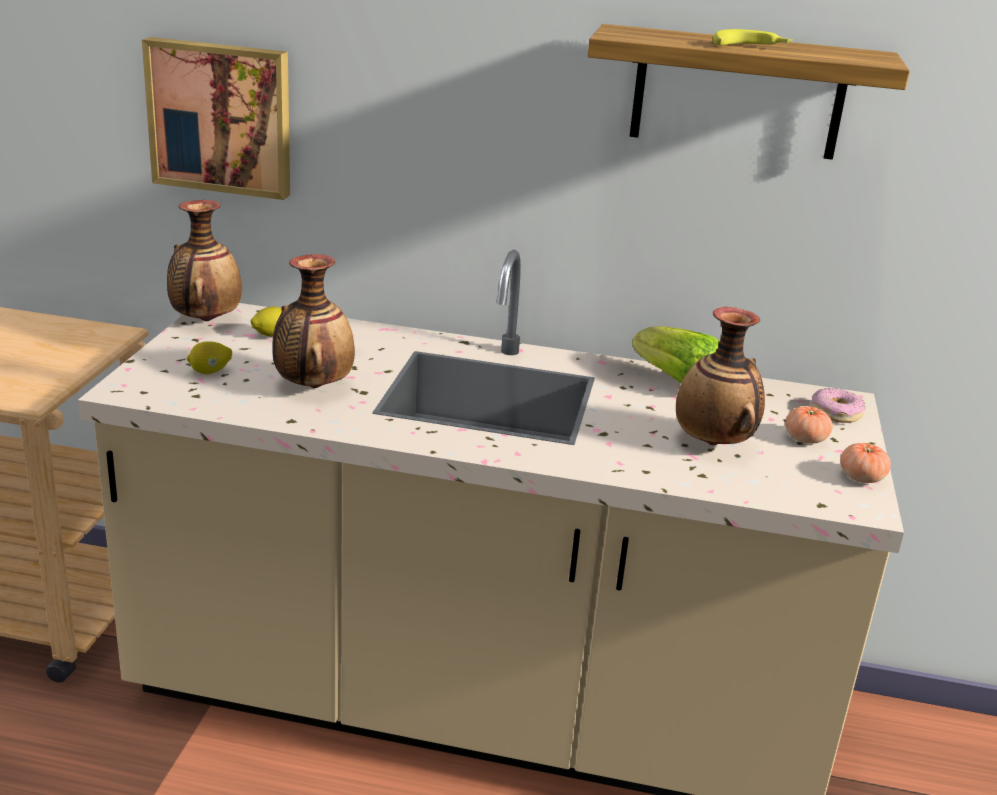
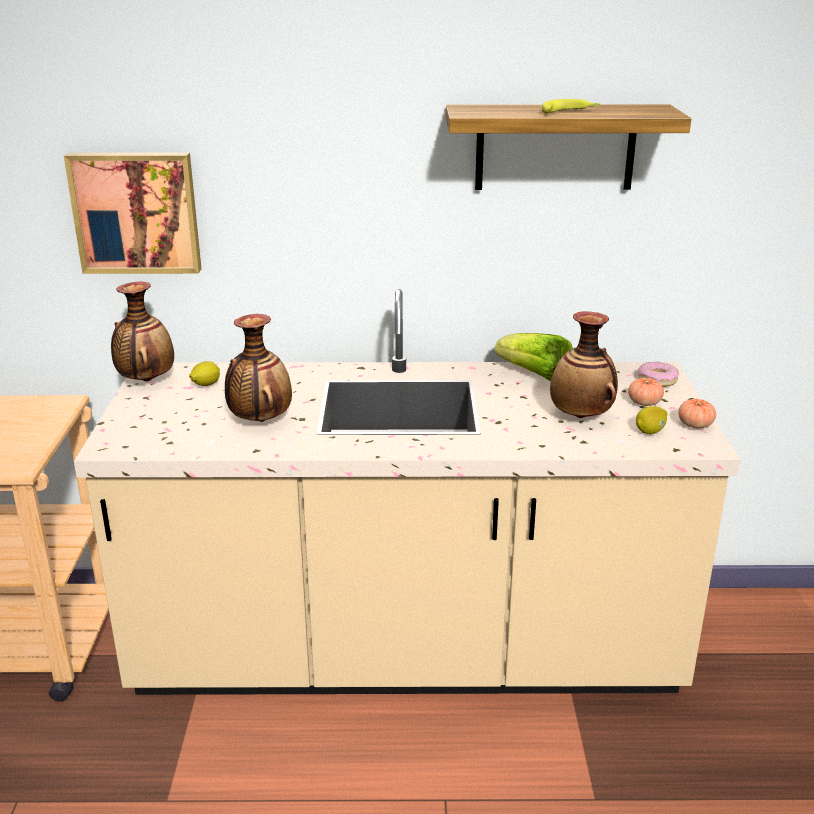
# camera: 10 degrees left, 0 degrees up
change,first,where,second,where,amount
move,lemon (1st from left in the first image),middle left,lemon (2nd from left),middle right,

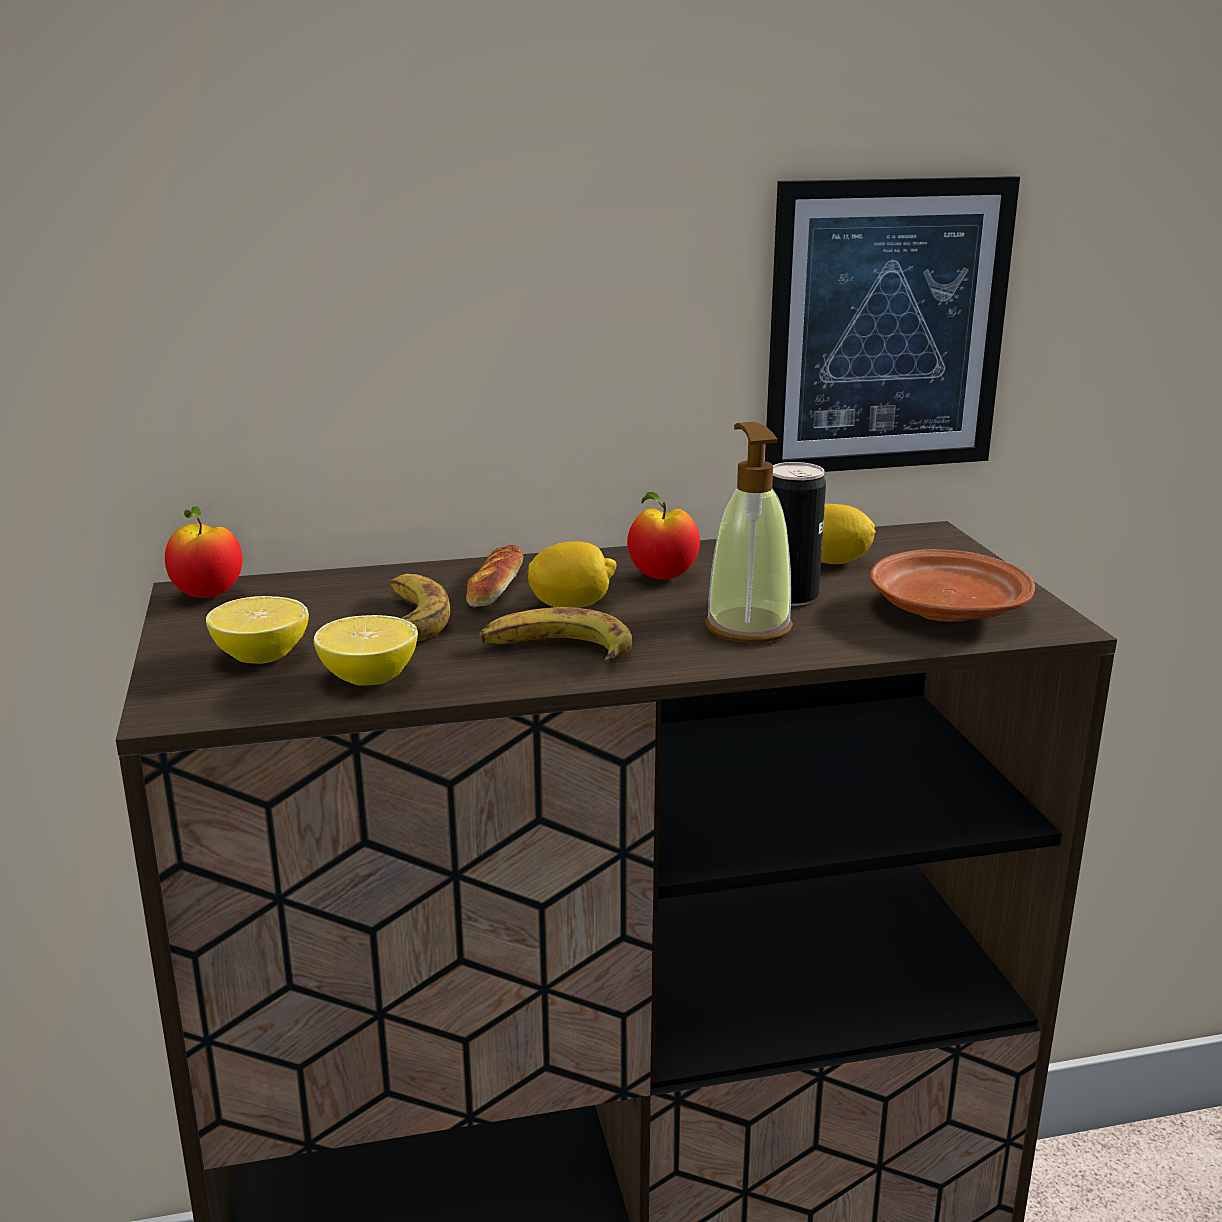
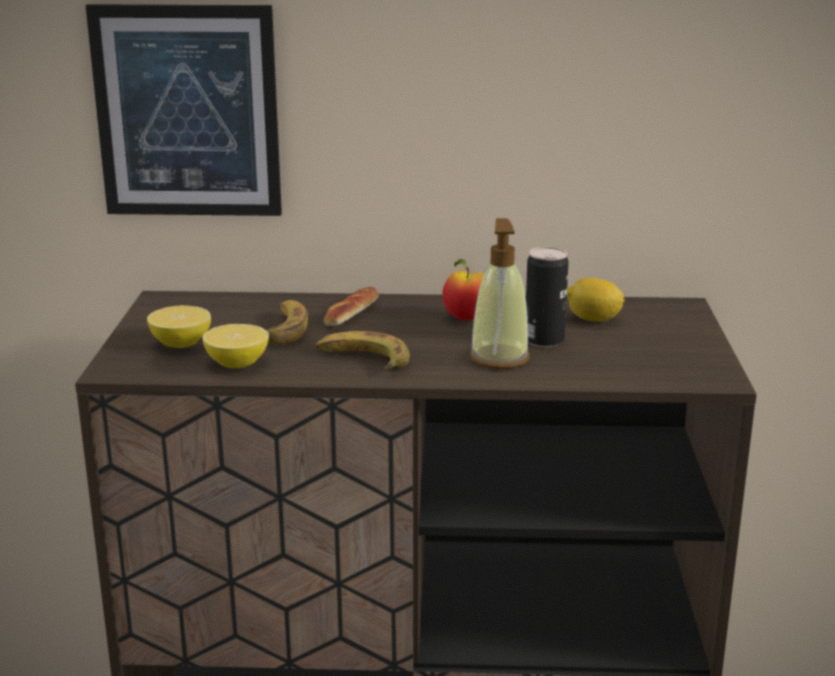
# camera: 15 degrees right, 0 degrees up
change,first,where,second,where,amount
delete,apple (1st from left),middle left,,,
delete,lemon (3rd from left),centre,,,
delete,brown plate,middle right,,,
move,picture,top right,,top left,

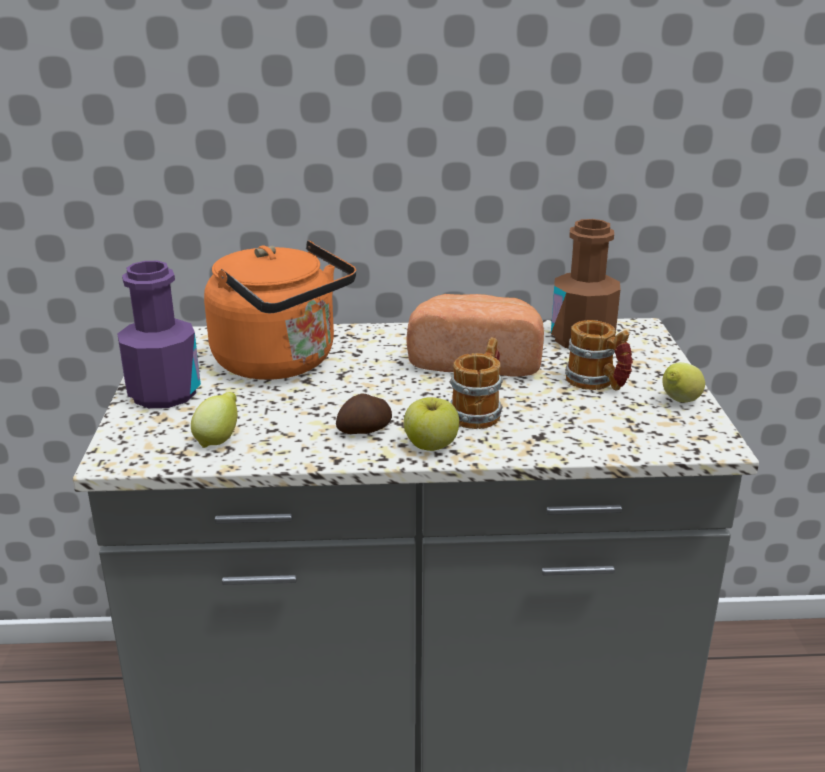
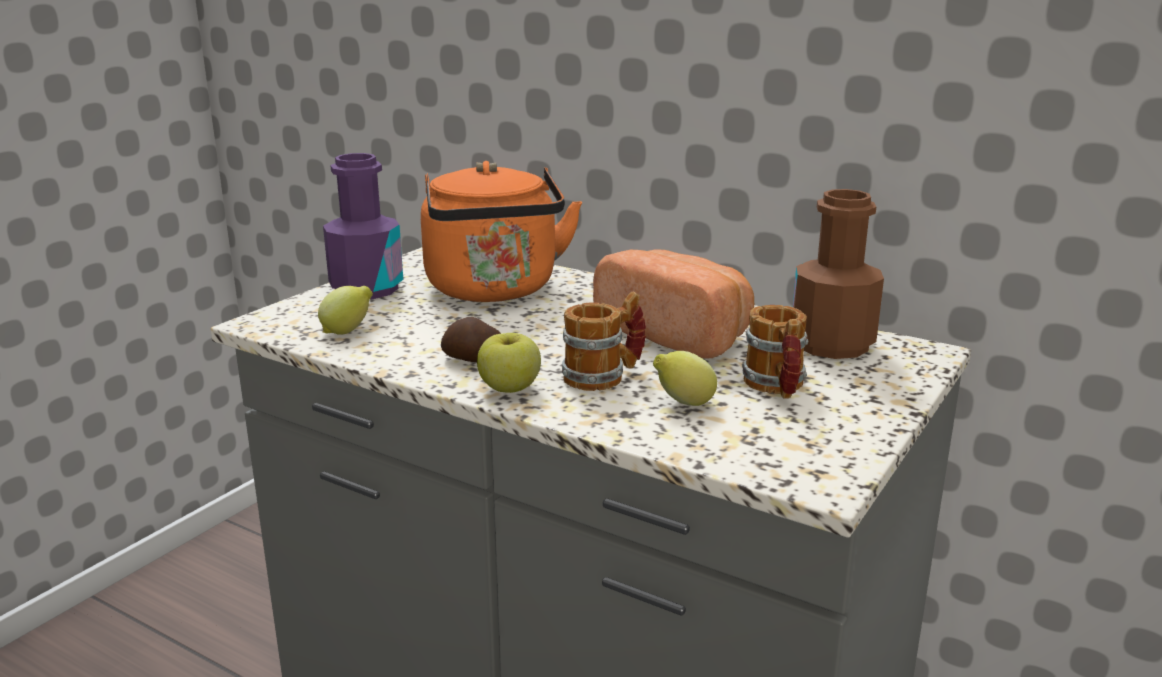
# camera: 35 degrees right, 5 degrees down
change,first,where,second,where,amount
move,lemon (2nd from left),middle right,,centre,

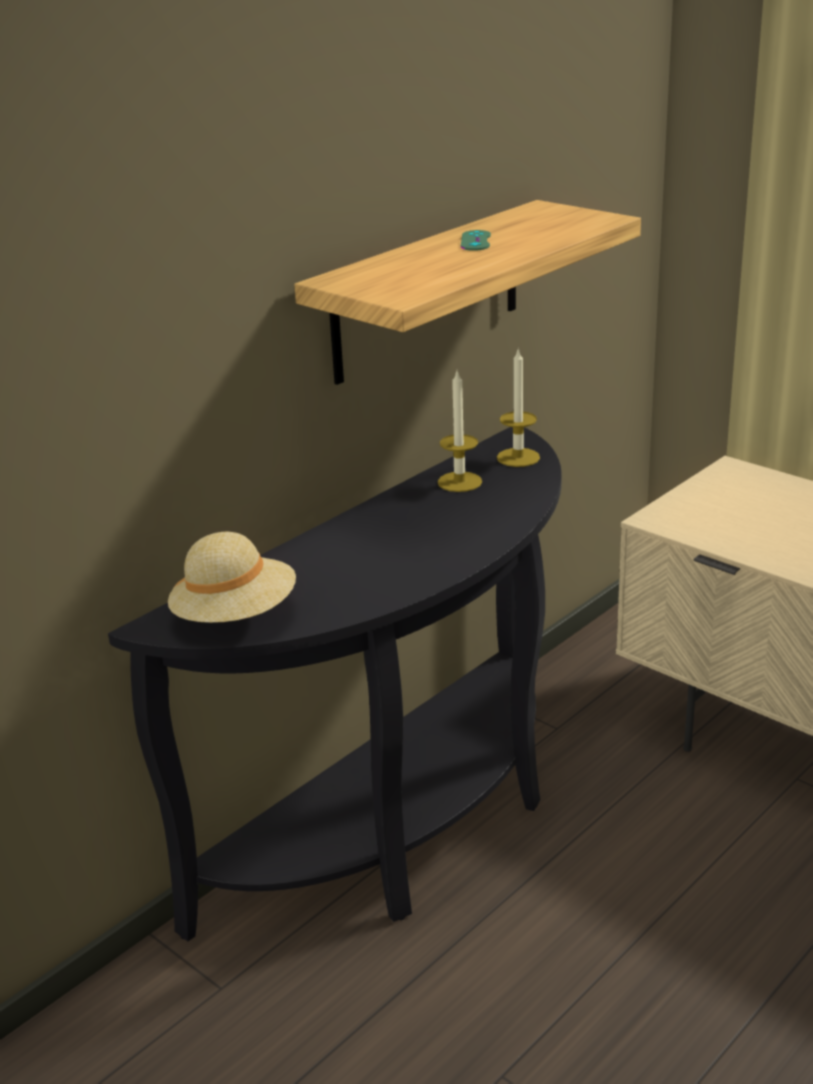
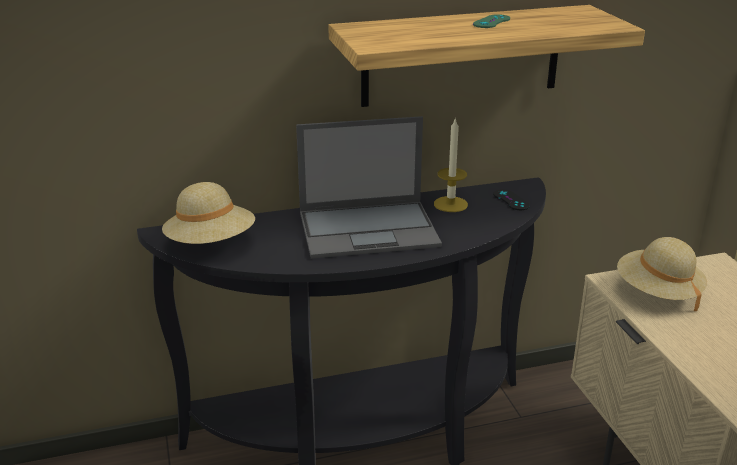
# camera: 30 degrees right, 0 degrees up
change,first,where,second,where,amount
insert,,,laptop,centre,
insert,,,beige hat (2nd from left),middle right,
replace,candle (2nd from left),centre,black game controller,middle right,

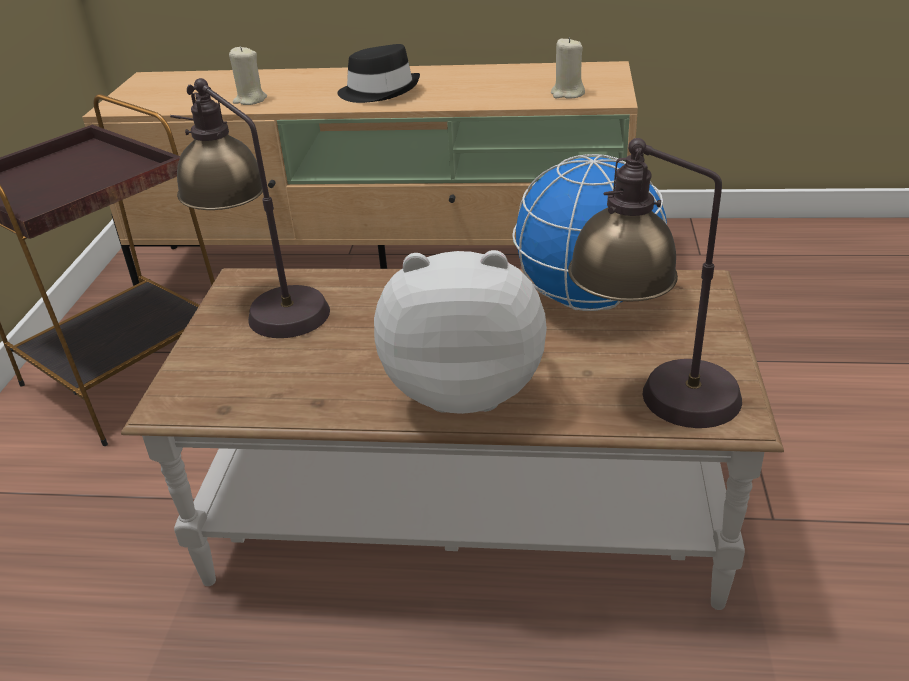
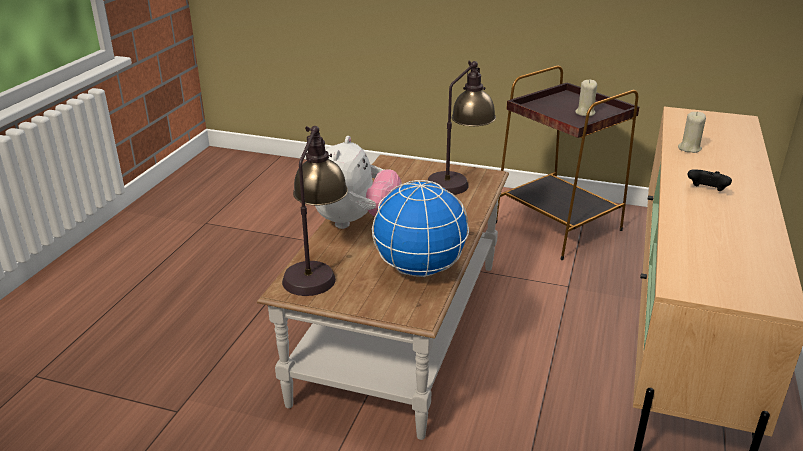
# camera: 100 degrees right, 5 degrees down
change,first,where,second,where,amount
move,beige candle (2nd from left in the first image),top centre,beige candle (1st from left),top right,
replace,black hat,top centre,black game controller,middle right,

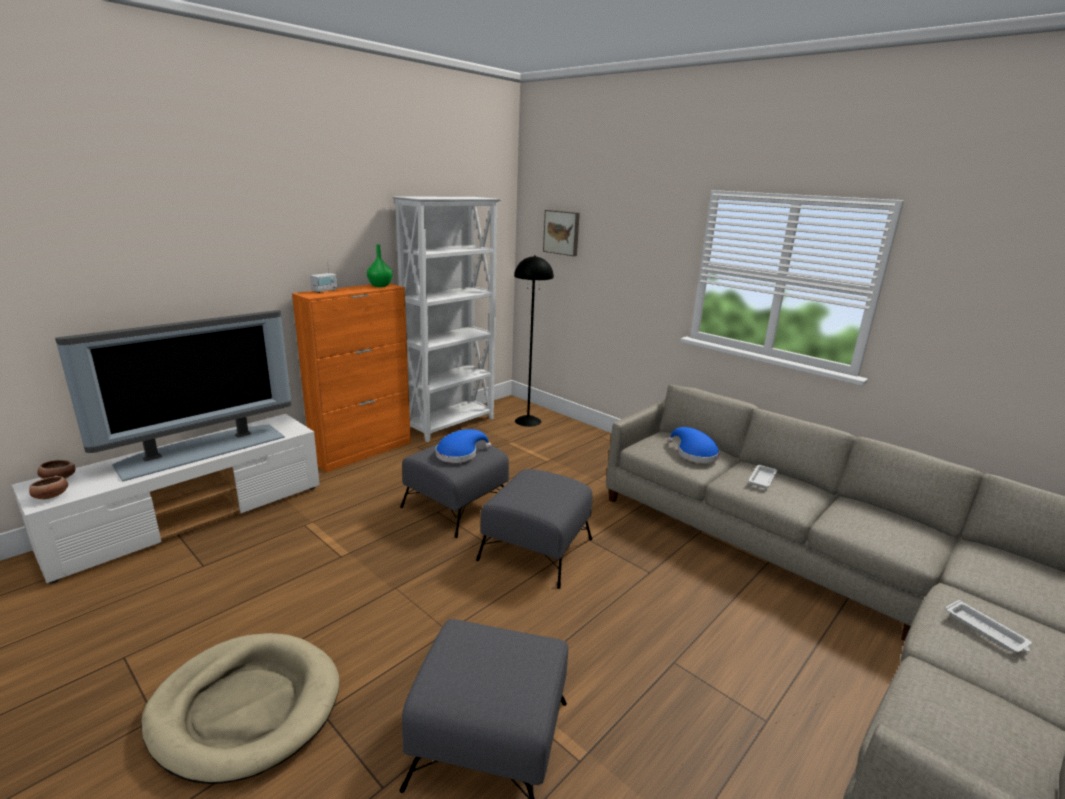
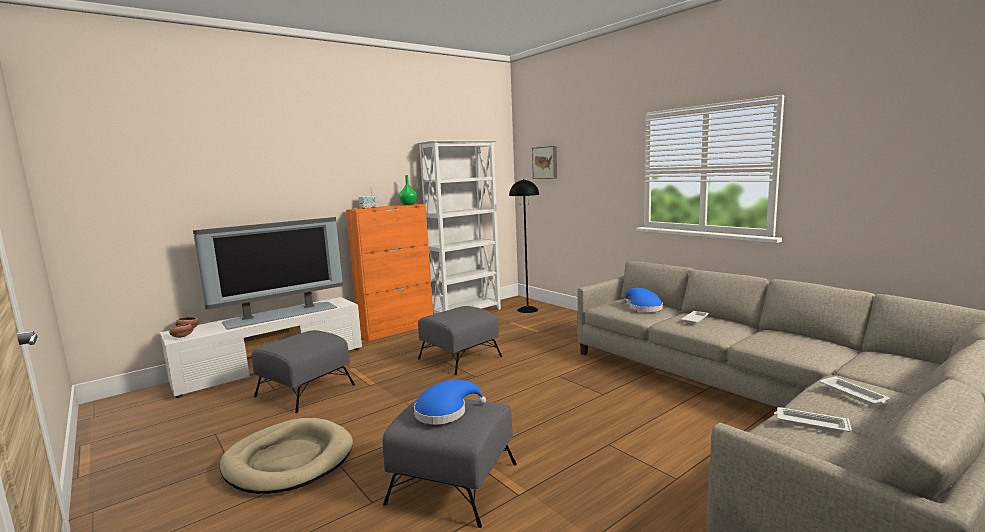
# camera: 10 degrees right, 10 degrees down
change,first,where,second,where,amount
insert,,,white tray (2nd from left),bottom right,
move,blue hat (1st from left),centre,,bottom centre,
move,grey ottoman (3rd from left in the first image),centre,grey ottoman (1st from left),bottom left,

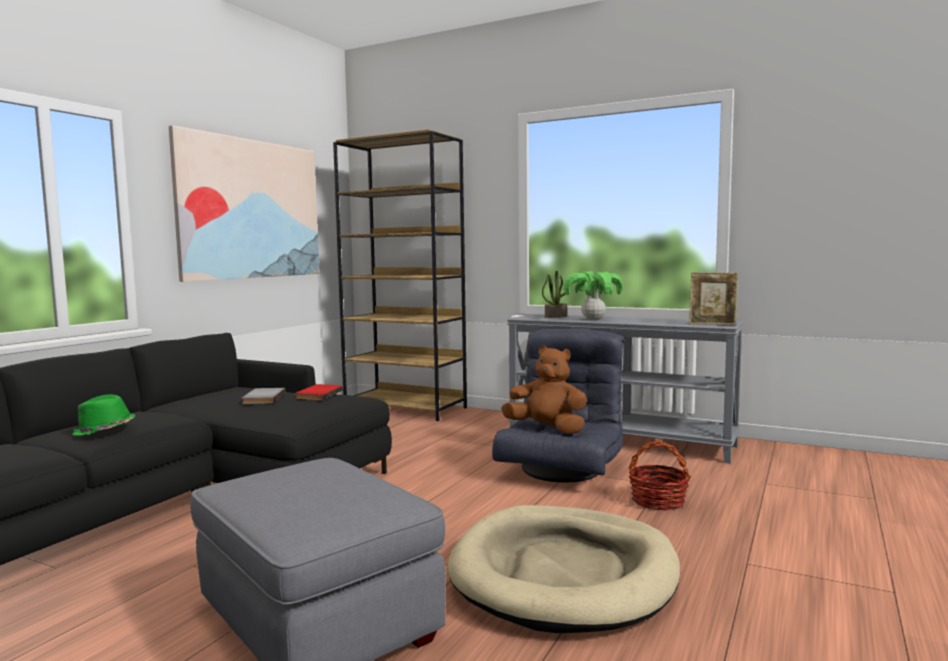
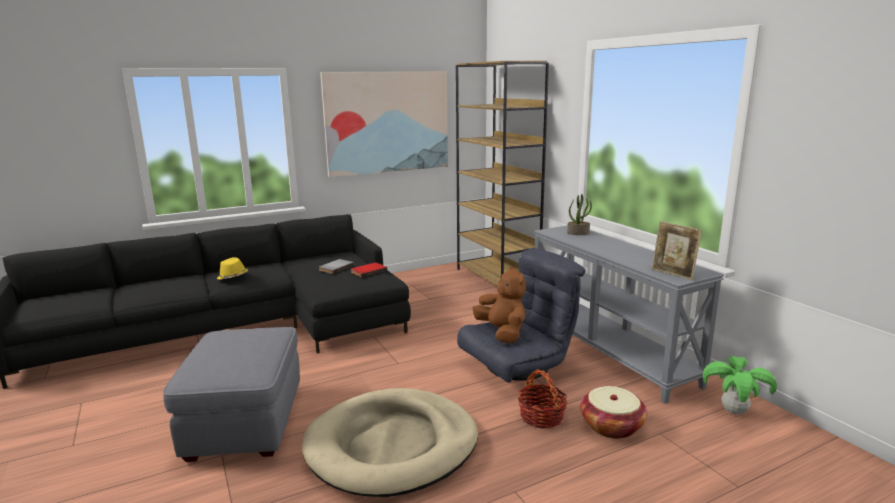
# camera: 35 degrees right, 10 degrees up
change,first,where,second,where,amount
insert,,,basket (2nd from left),bottom right,
move,potted plant (2nd from left),centre,,bottom right,
recolor,green hat,middle left,yellow hat,middle left,

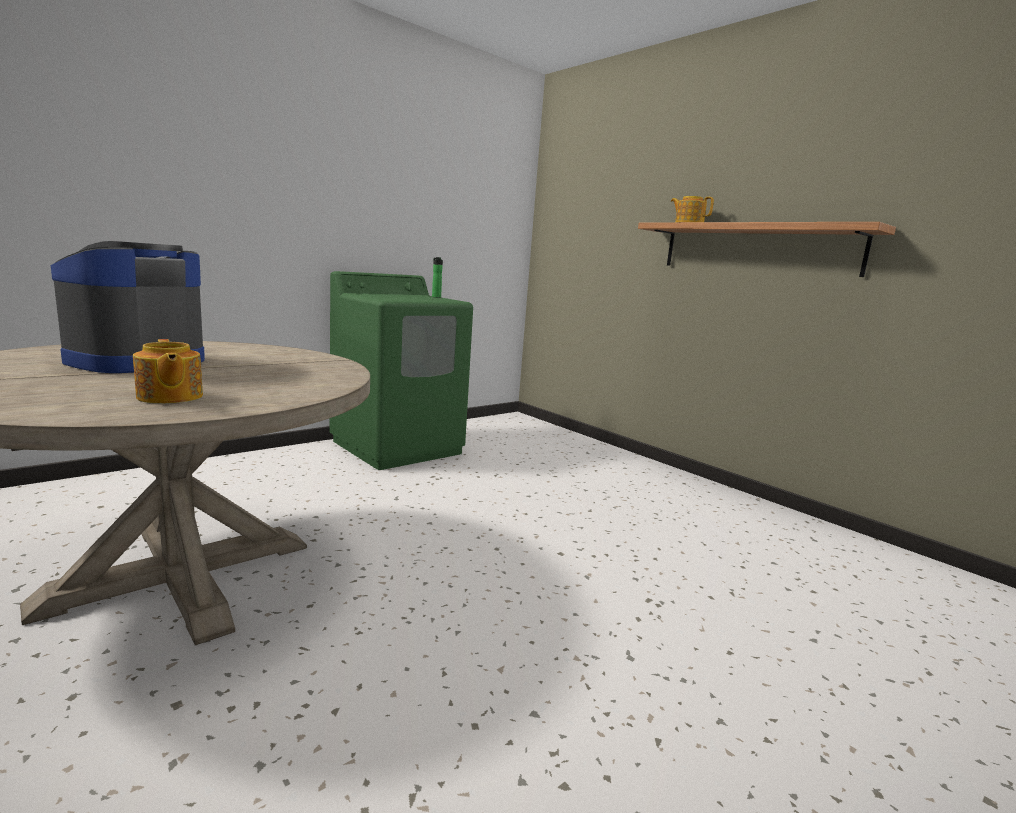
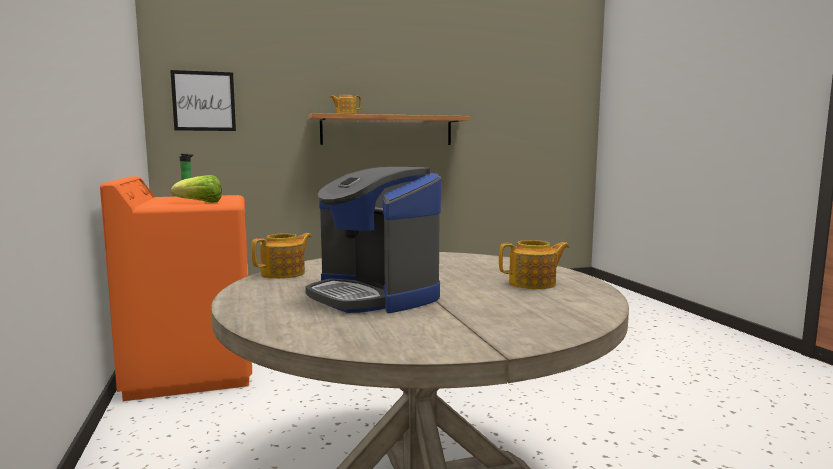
# camera: 65 degrees left, 5 degrees down
change,first,where,second,where,amount
insert,,,picture,top left,
insert,,,lettuce,middle left,
insert,,,teapot (1st from left),centre,
recolor,green washing machine,centre,orange washing machine,middle left,

